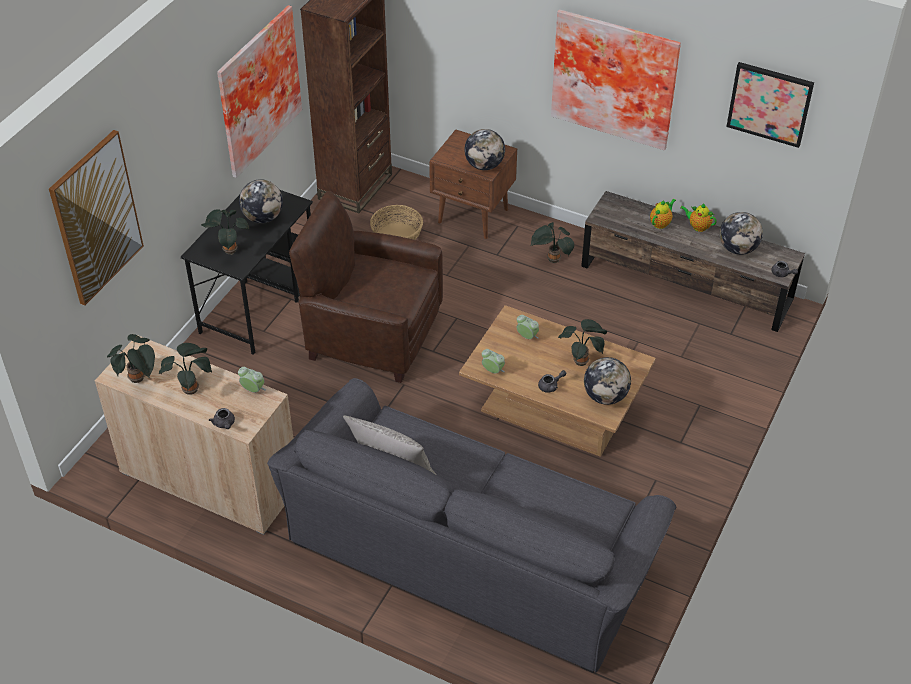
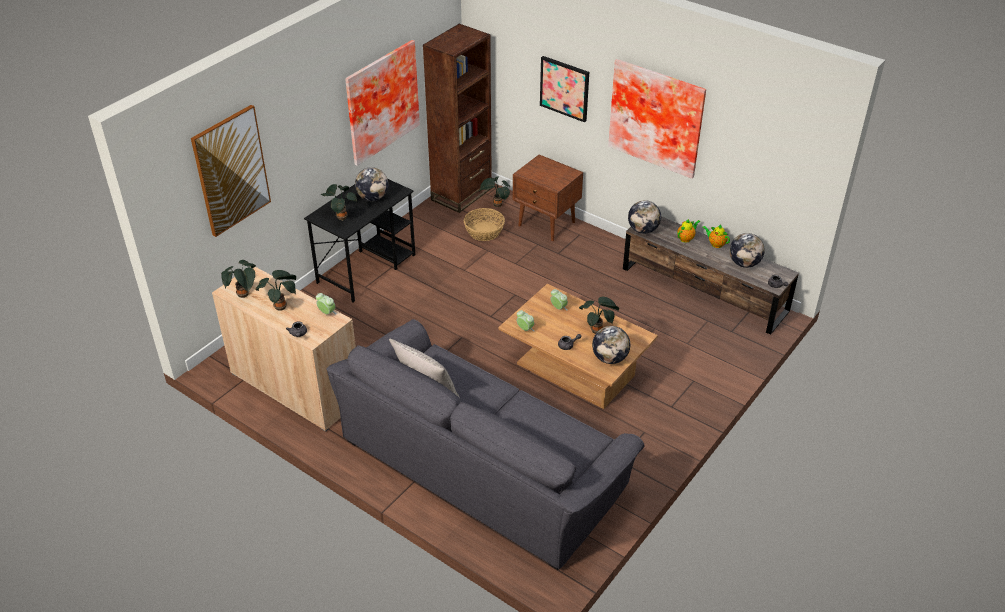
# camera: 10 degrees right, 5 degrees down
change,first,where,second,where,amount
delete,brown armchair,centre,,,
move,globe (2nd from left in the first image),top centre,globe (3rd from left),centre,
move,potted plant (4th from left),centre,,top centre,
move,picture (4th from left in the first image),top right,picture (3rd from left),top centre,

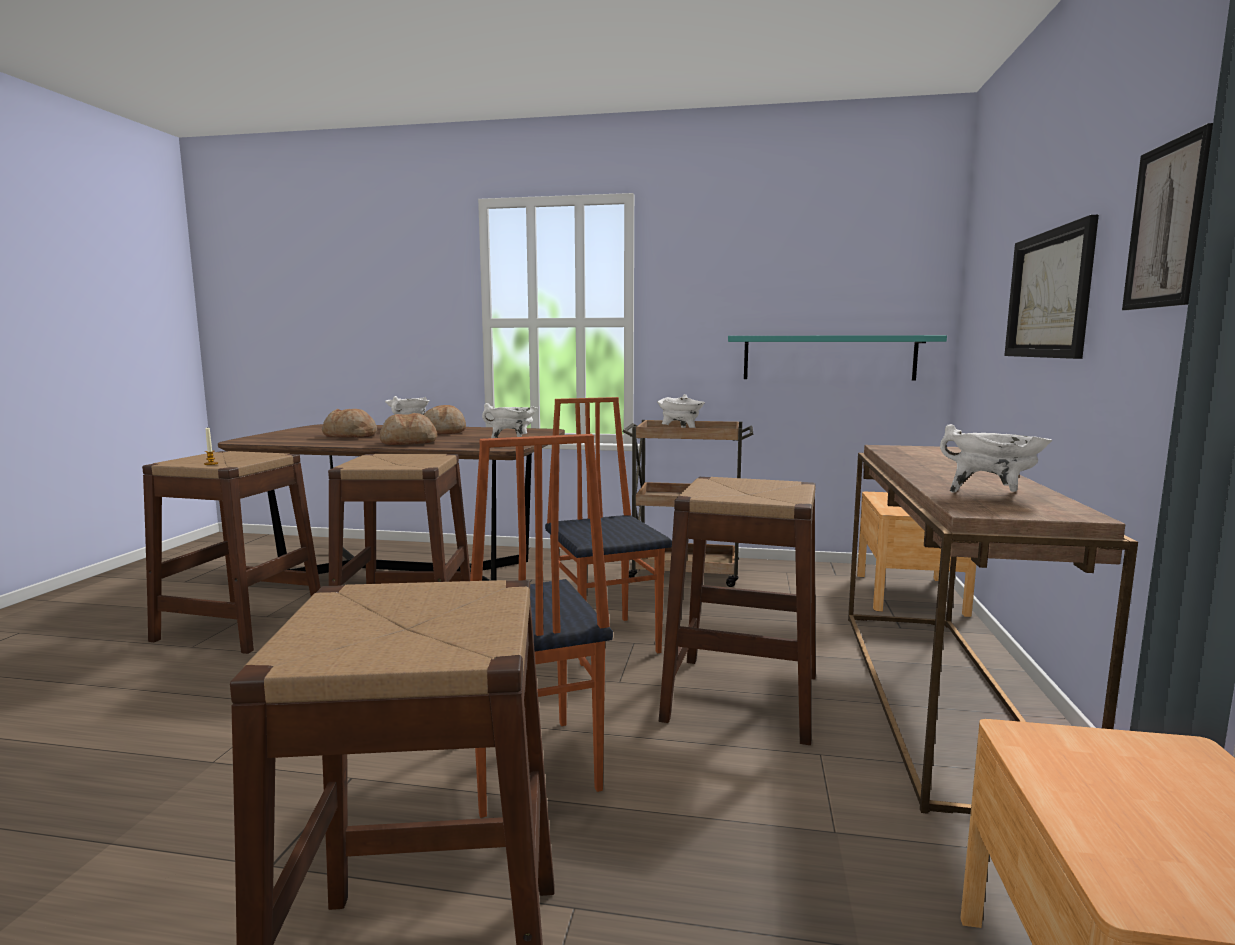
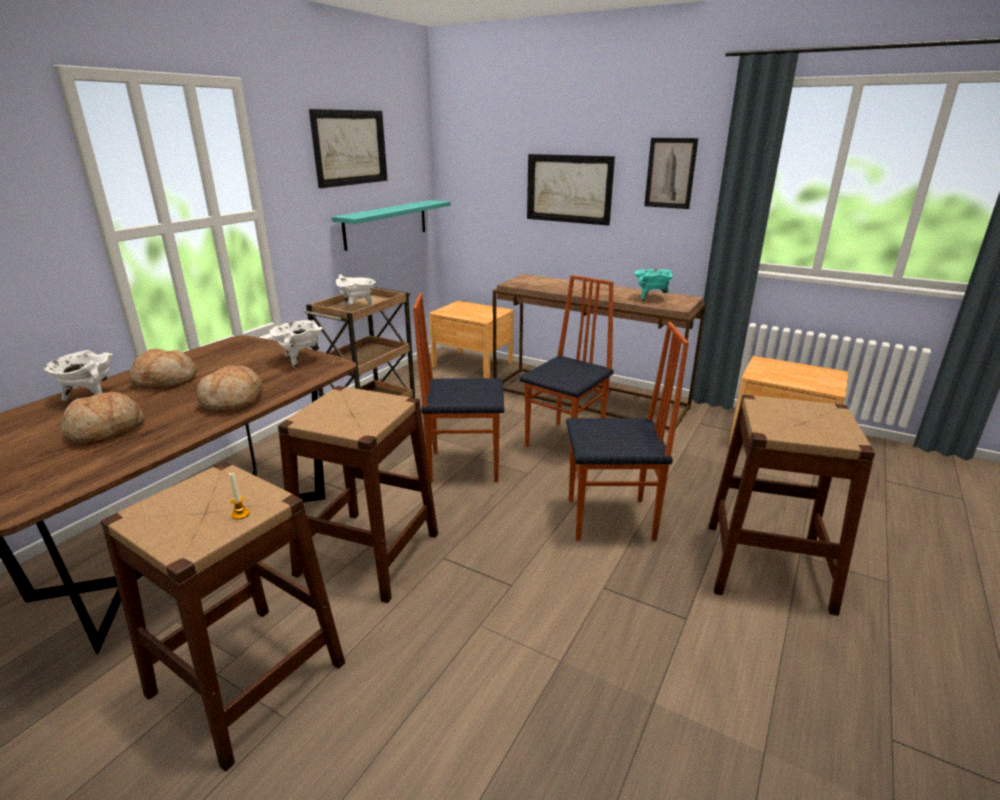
# camera: 70 degrees left, 15 degrees up
change,first,where,second,where,amount
insert,,,picture (1st from left),top centre,
replace,brown stool (4th from left),centre,chair (2nd from left),centre,
recolor,white cooking pot (4th from left),middle right,turquoise cooking pot,centre,

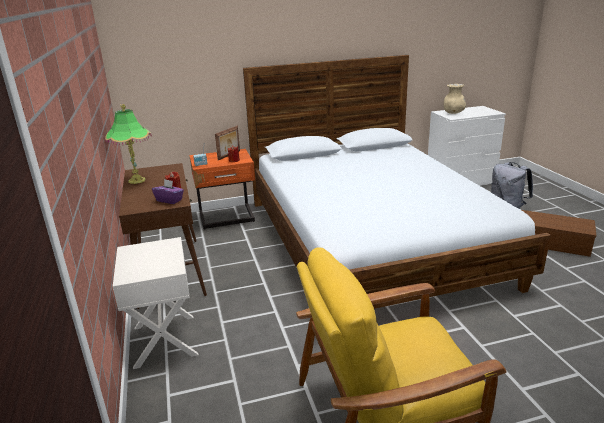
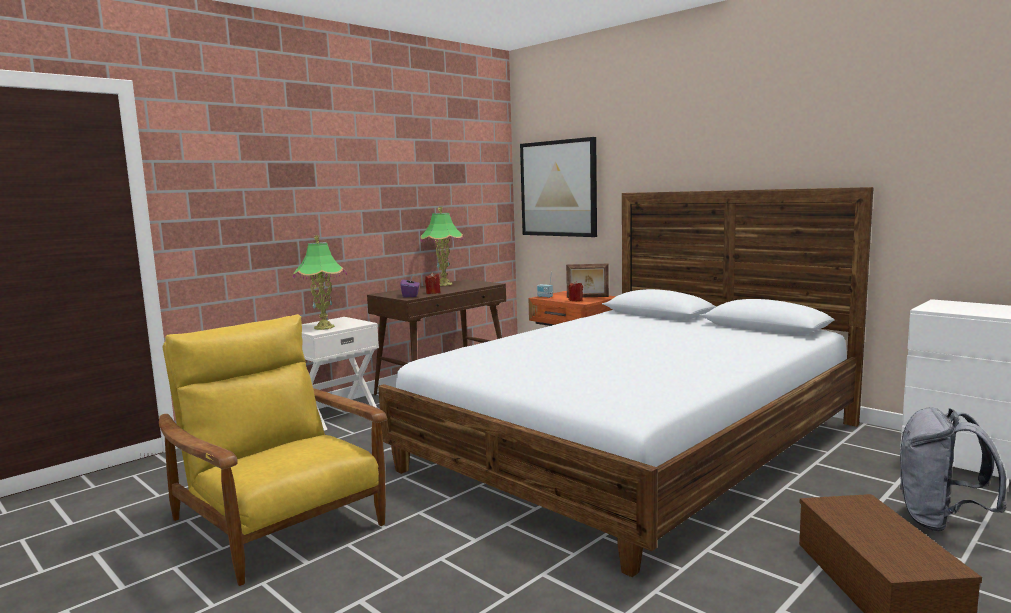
# camera: 60 degrees right, 15 degrees down
change,first,where,second,where,amount
delete,beige vase,top right,,,
insert,,,table lamp (1st from left),middle left,
insert,,,picture,top centre,

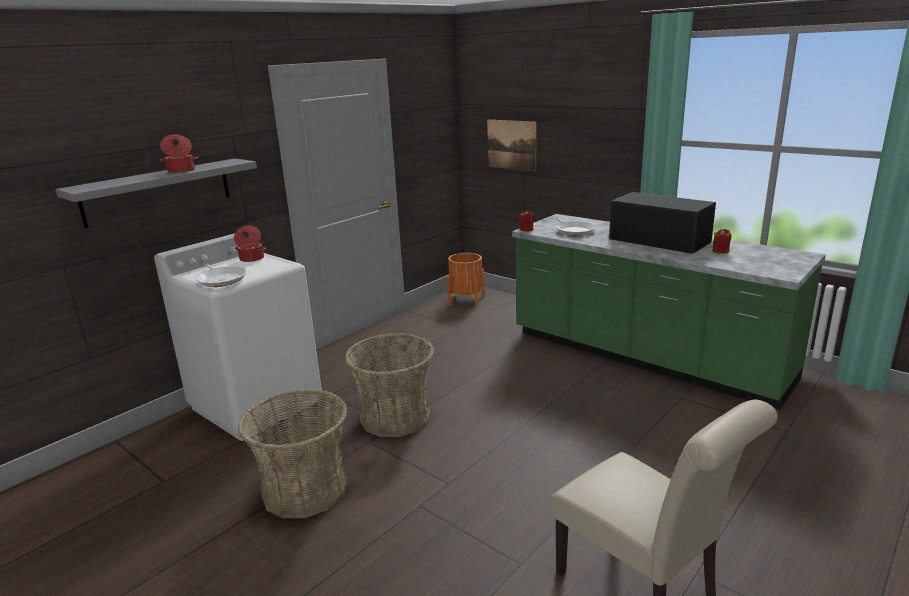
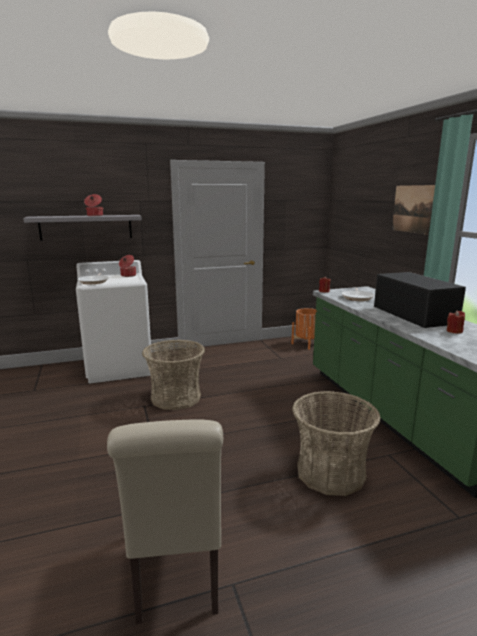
# camera: 30 degrees right, 5 degrees down
change,first,where,second,where,amount
move,basket (1st from left in the first image),bottom left,basket (2nd from left),bottom right,
move,picture,top centre,,top right,

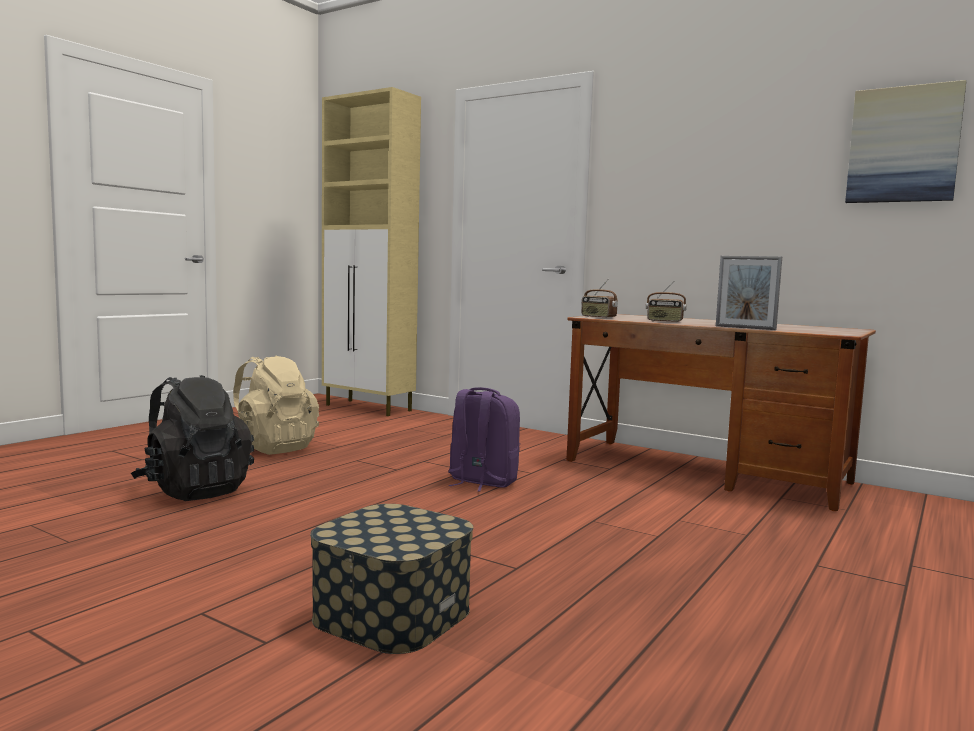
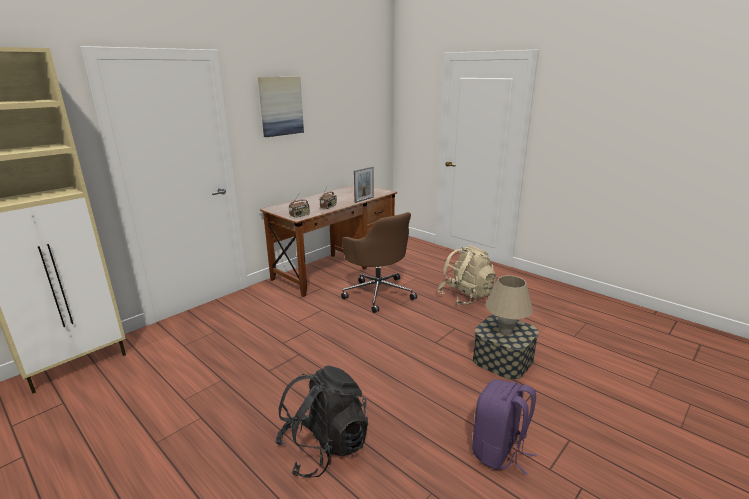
# camera: 80 degrees left, 15 degrees up
change,first,where,second,where,amount
insert,,,brown office chair,centre,
insert,,,beige table lamp,middle right,
move,beige backpack,middle left,,centre,
move,purple backpack,centre,,bottom right,
move,picture,top right,,top centre,

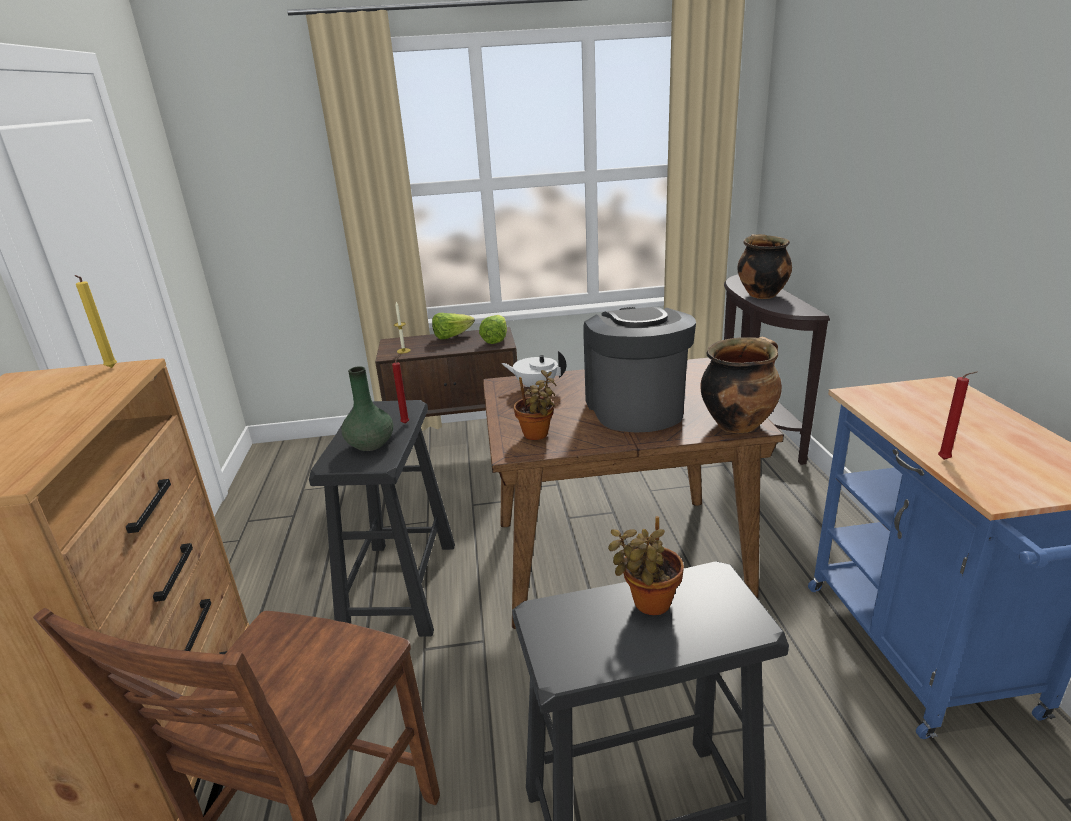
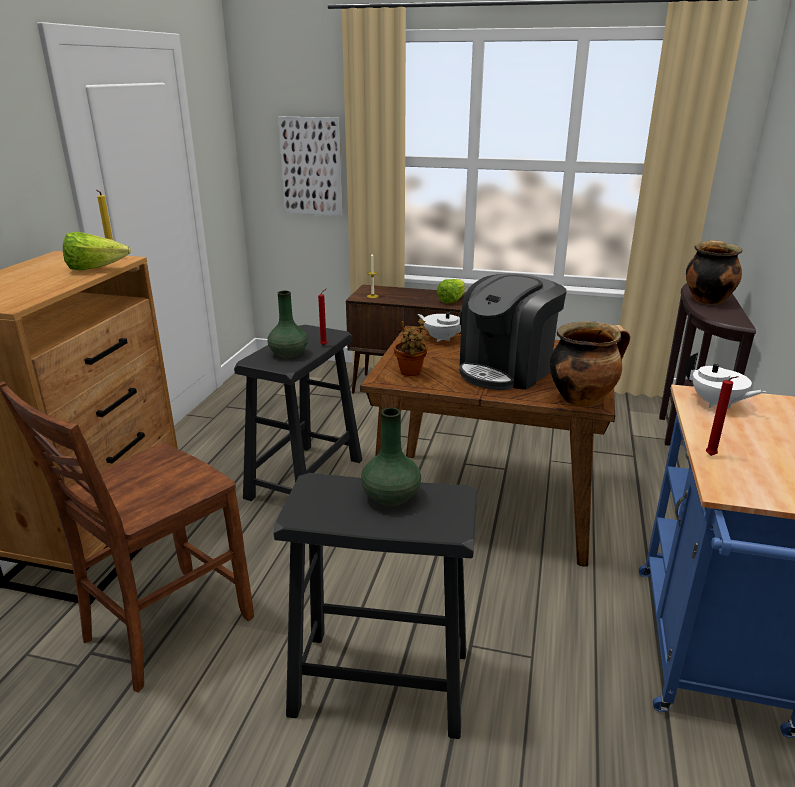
# camera: 20 degrees right, 0 degrees up
change,first,where,second,where,amount
insert,,,picture,top centre,
insert,,,white teapot (2nd from left),middle right,
move,lettuce (1st from left),centre,,top left,
replace,potted plant (2nd from left),bottom centre,green vase (2nd from left),centre,
rotate,coffee machine,centre,,centre,150 degrees counterclockwise

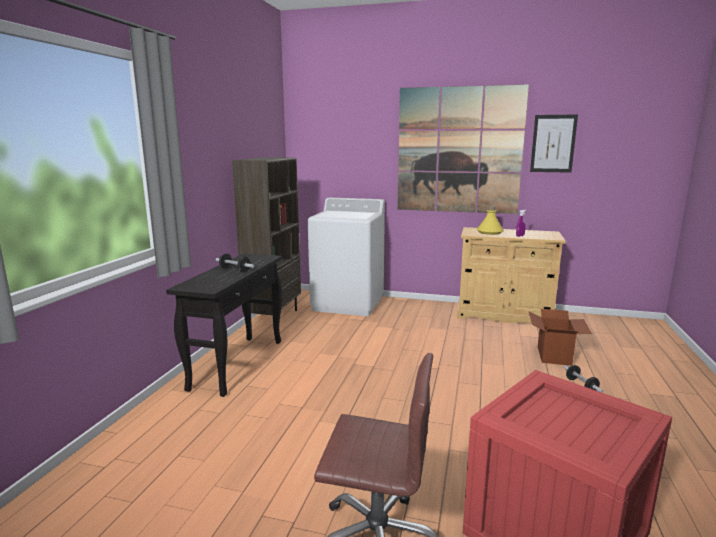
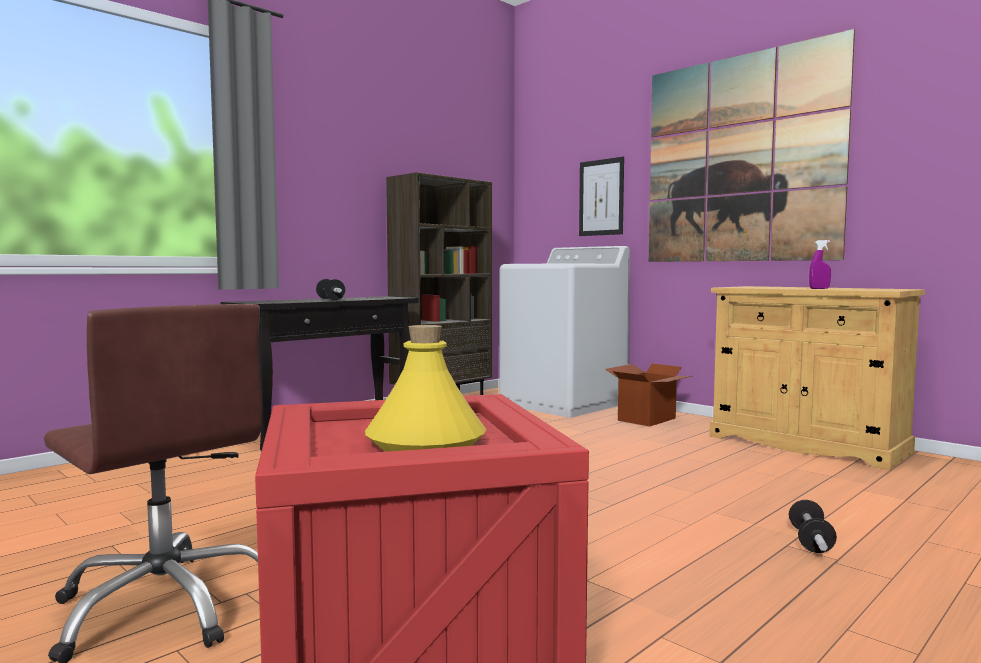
# camera: 30 degrees right, 10 degrees down
change,first,where,second,where,amount
move,yellow bottle,middle right,,centre,
move,cardboard box,middle right,,centre,
move,picture (2nd from left in the first image),top right,picture (1st from left),top centre,

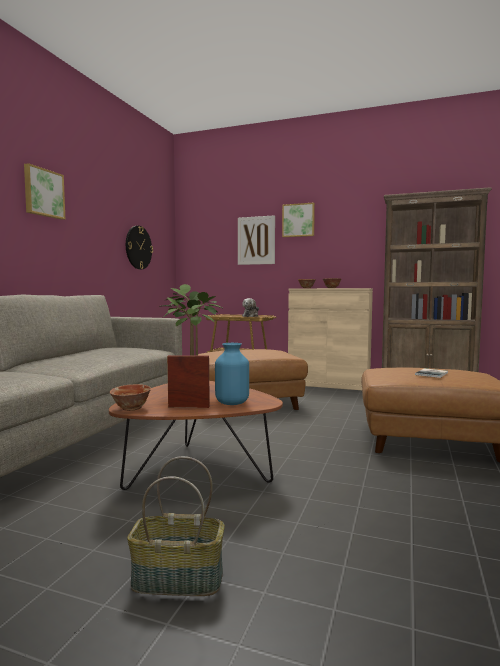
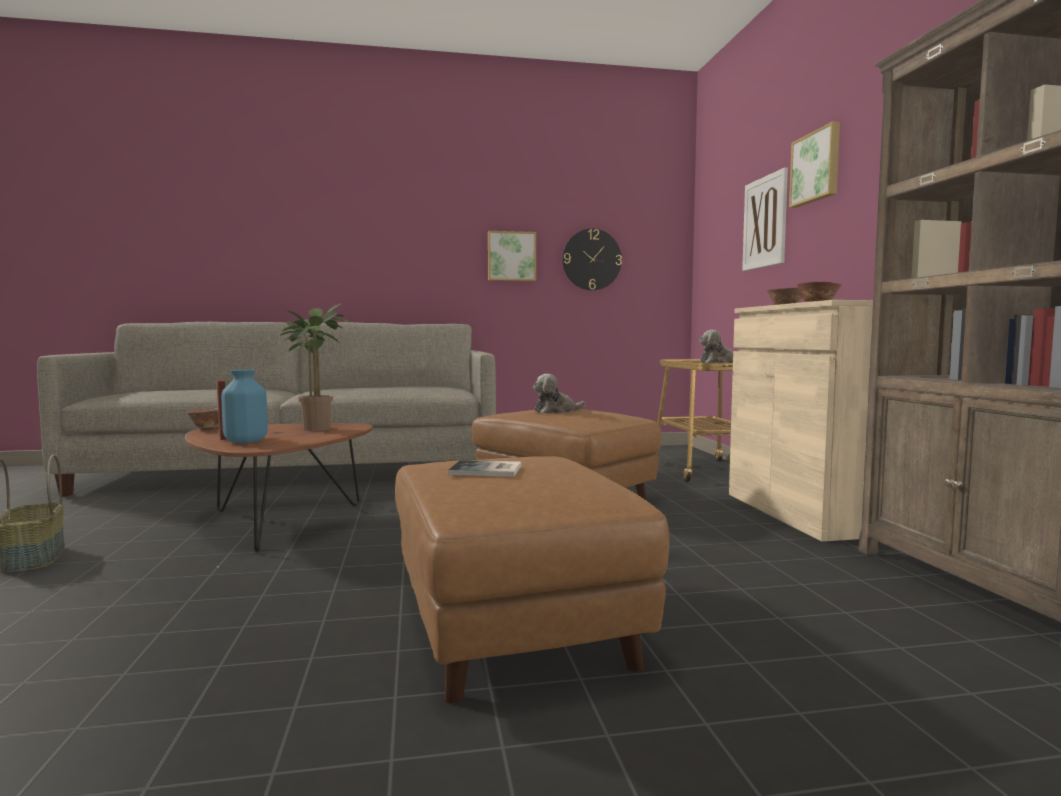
# camera: 60 degrees right, 0 degrees up
change,first,where,second,where,amount
insert,,,plush toy (1st from left),centre,
move,picture (1st from left),top left,,top centre,

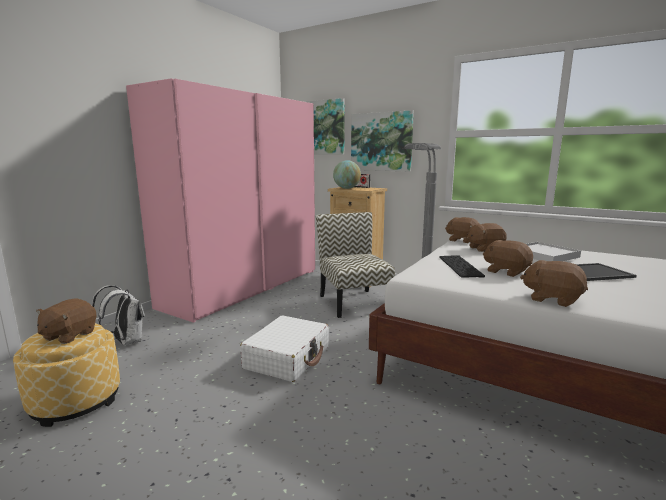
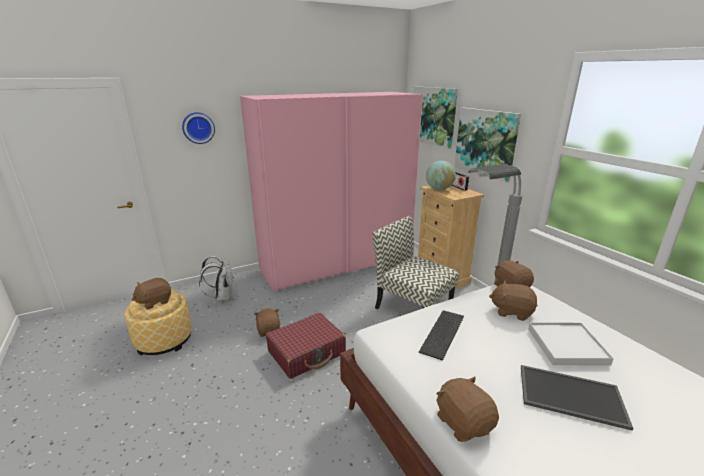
# camera: 30 degrees right, 10 degrees up
change,first,where,second,where,amount
insert,,,wall clock,top left,
move,brown plush toy (4th from left in the first image),middle right,brown plush toy (2nd from left),bottom centre,
recolor,white suitcase,bottom centre,red suitcase,bottom centre,
rotate,chair,centre,,centre,60 degrees counterclockwise

